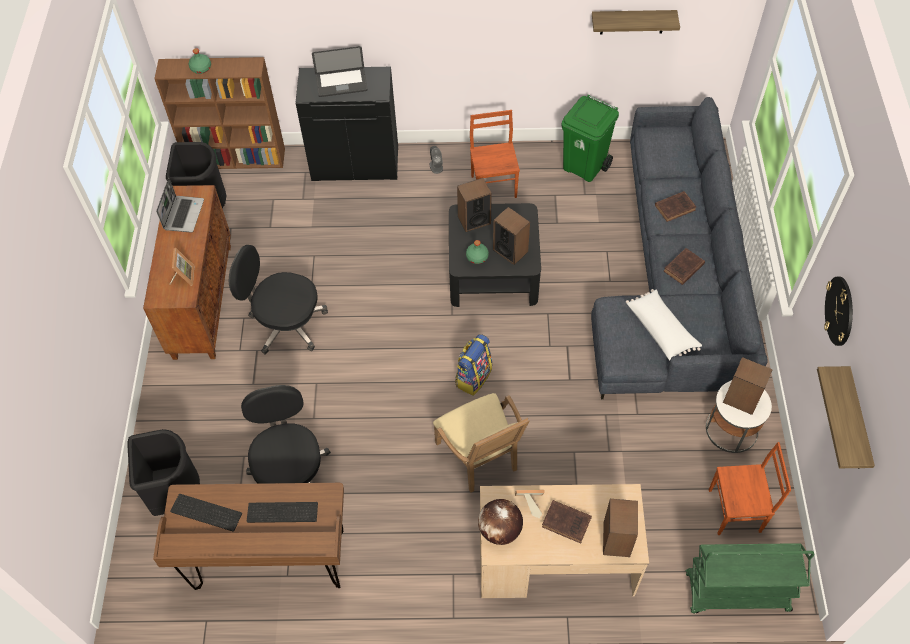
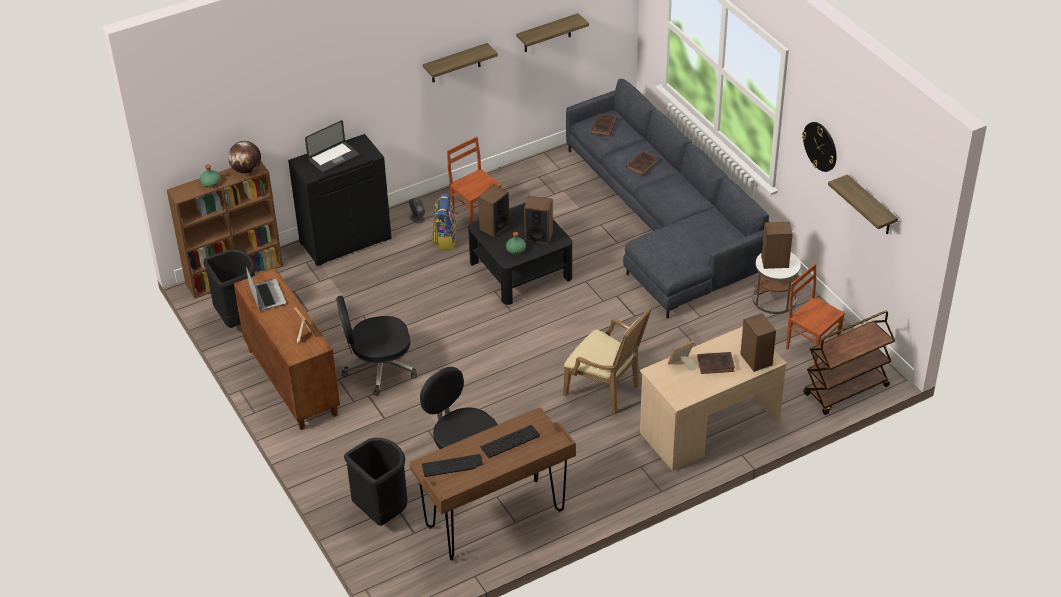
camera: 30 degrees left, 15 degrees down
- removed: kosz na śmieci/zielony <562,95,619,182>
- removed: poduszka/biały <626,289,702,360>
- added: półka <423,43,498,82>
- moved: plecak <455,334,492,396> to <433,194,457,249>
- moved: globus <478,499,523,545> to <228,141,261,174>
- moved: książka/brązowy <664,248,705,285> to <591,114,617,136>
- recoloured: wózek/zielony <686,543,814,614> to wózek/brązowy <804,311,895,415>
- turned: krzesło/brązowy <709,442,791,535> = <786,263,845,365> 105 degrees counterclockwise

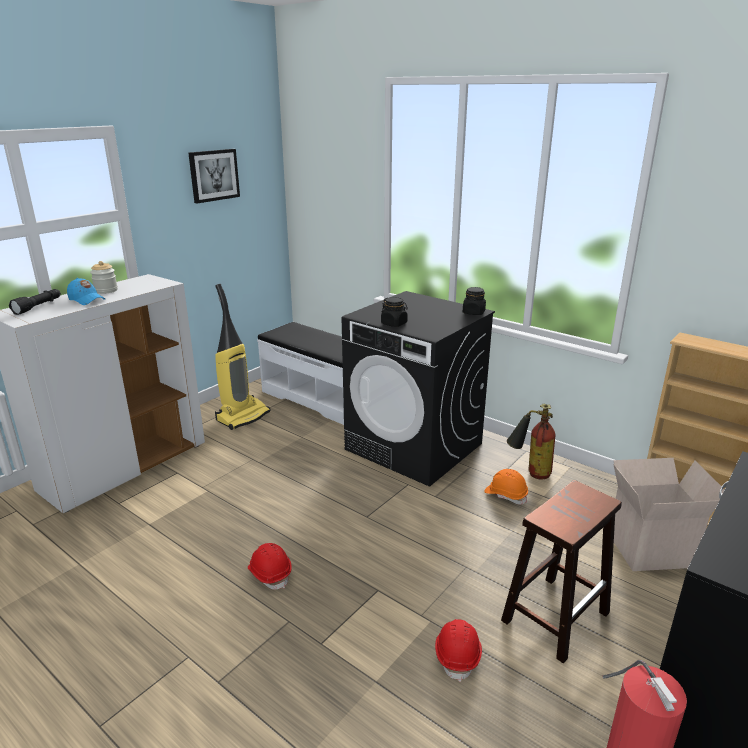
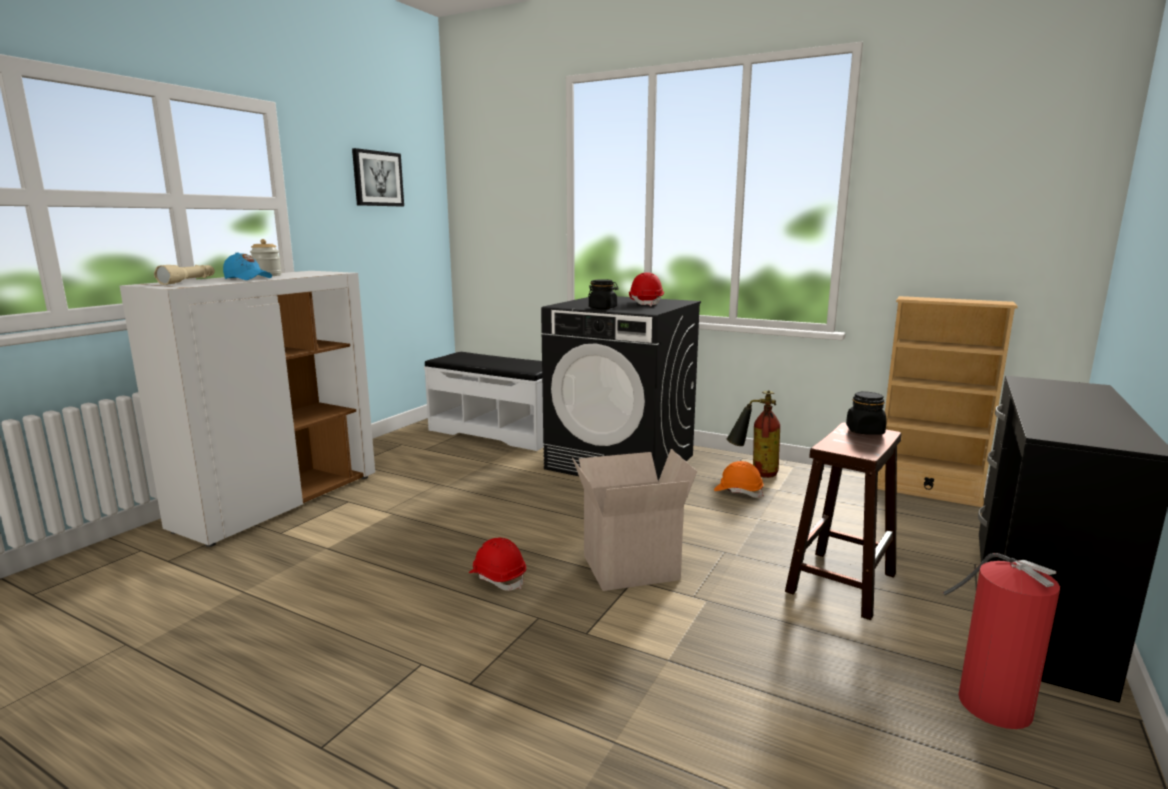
camera: 10 degrees left, 10 degrees down
- removed: odkurzacz <215,284,271,430>
- moved: kask/czerwony <435,619,482,682> to <629,272,664,306>
- moved: słoik/czarny <463,287,486,315> to <846,392,887,435>
- moved: karton <613,458,725,571> to <572,449,697,591>
- recoloured: latarka/czarny <9,289,61,315> to latarka/beżowy <154,265,215,285>

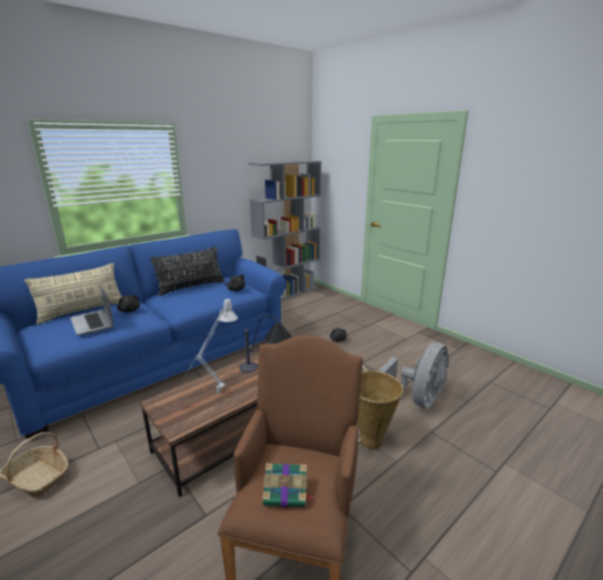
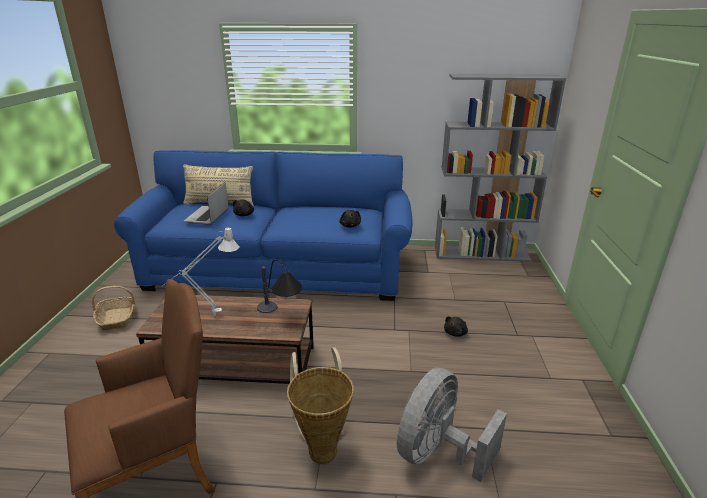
camera: 45 degrees right, 5 degrees up
- removed: poduszka/czarny <150,246,225,296>
- removed: książka <263,463,314,507>
- turned: wentylator/szary <378,342,449,408> = <397,368,507,482> 135 degrees clockwise

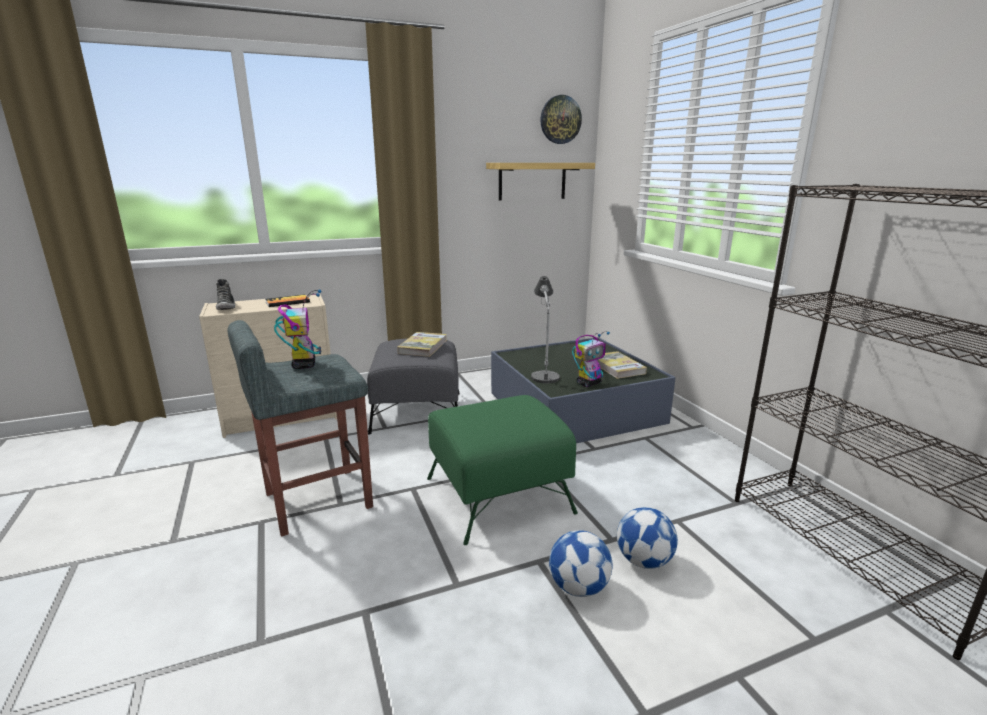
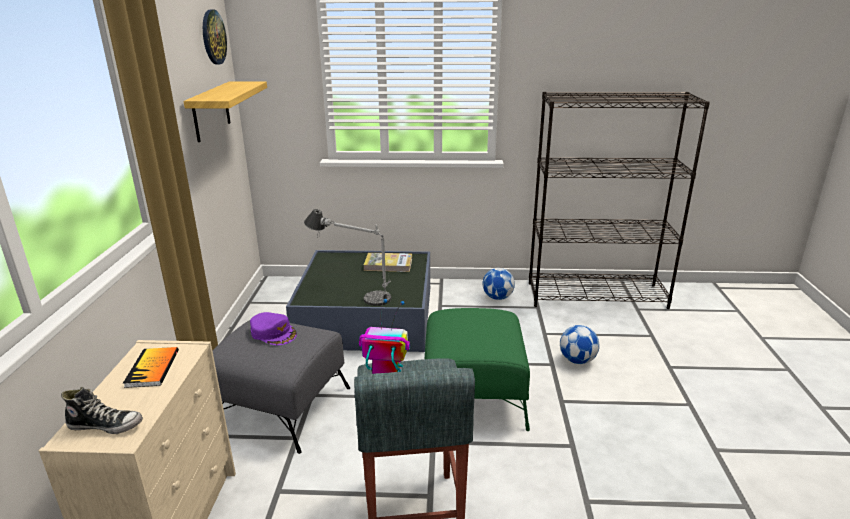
camera: 65 degrees left, 5 degrees up
- removed: robot zabawkowy <572,331,610,387>
- moved: piłka futbolowa <549,530,612,597> to <483,268,515,300>
- replaced: książka <397,332,447,357> to czapka z daszkiem/fioletowy <250,312,297,345>

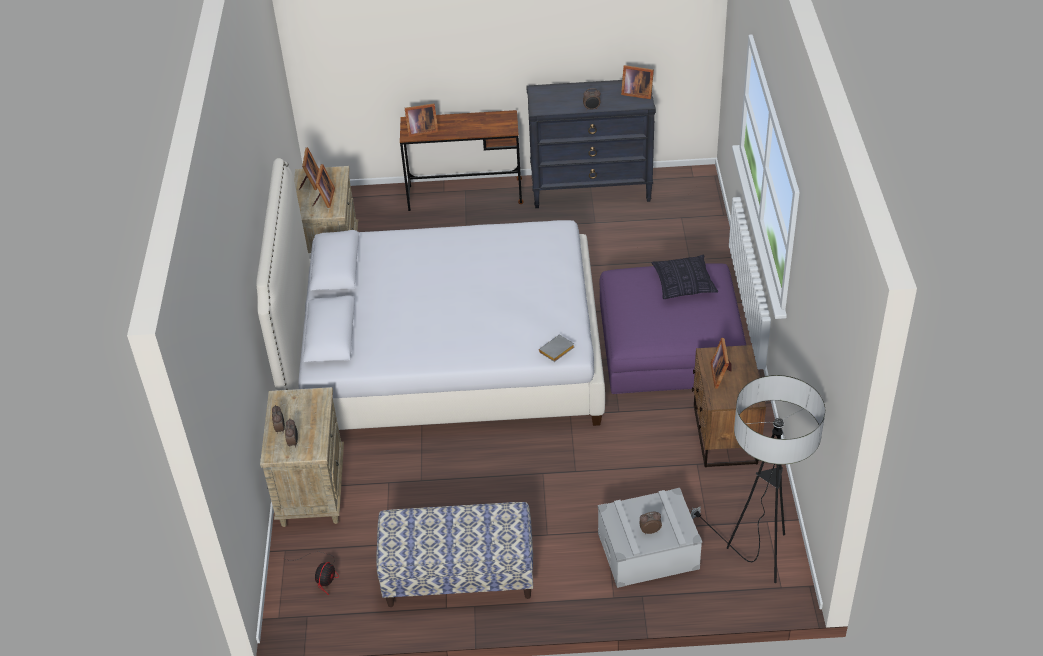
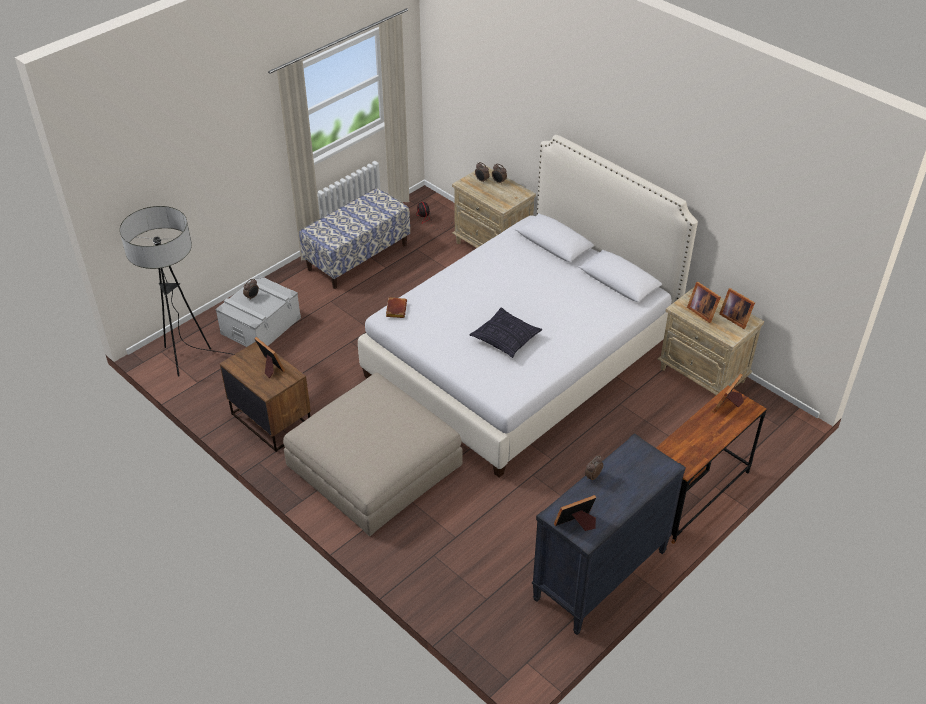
camera: 135 degrees right, 0 degrees up
- moved: poduszka <651,255,718,299> to <470,307,542,358>
- recoloured: książka/szary <539,335,575,362> to książka/brązowy <386,297,407,318>
- recoloured: pufa/fioletowy <599,263,746,394> to pufa/beżowy <283,372,462,536>

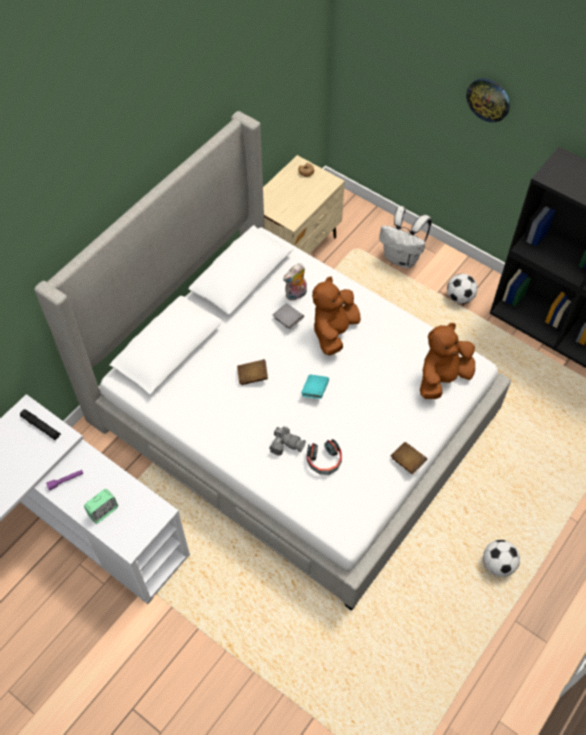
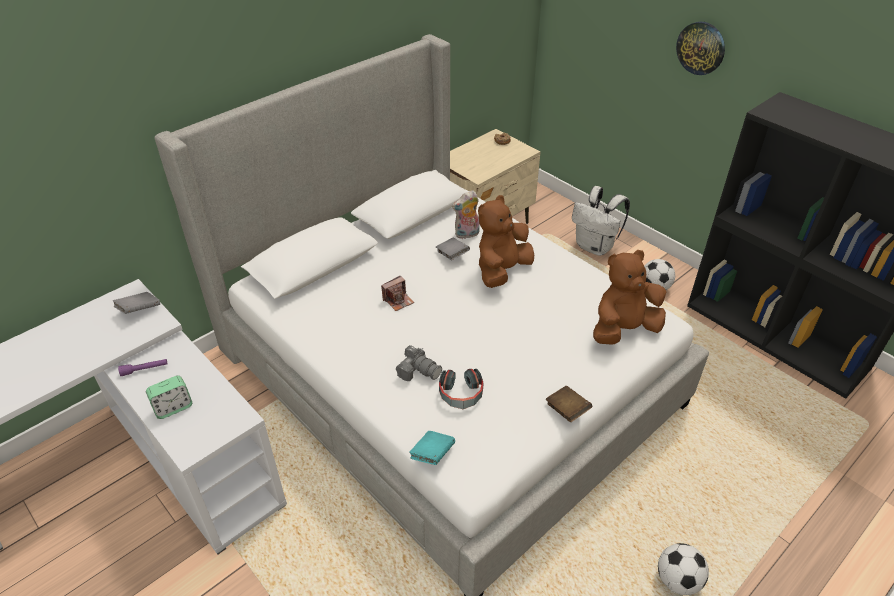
camera: 10 degrees right, 15 degrees down
- moved: książka/turkusowy <301,375,329,399> to <409,431,455,465>
- replaced: latarka/czarny <20,409,61,441> to książka/szary <113,292,160,314>
- replaced: książka/brązowy <237,359,268,385> to aparat fotograficzny <381,276,414,311>

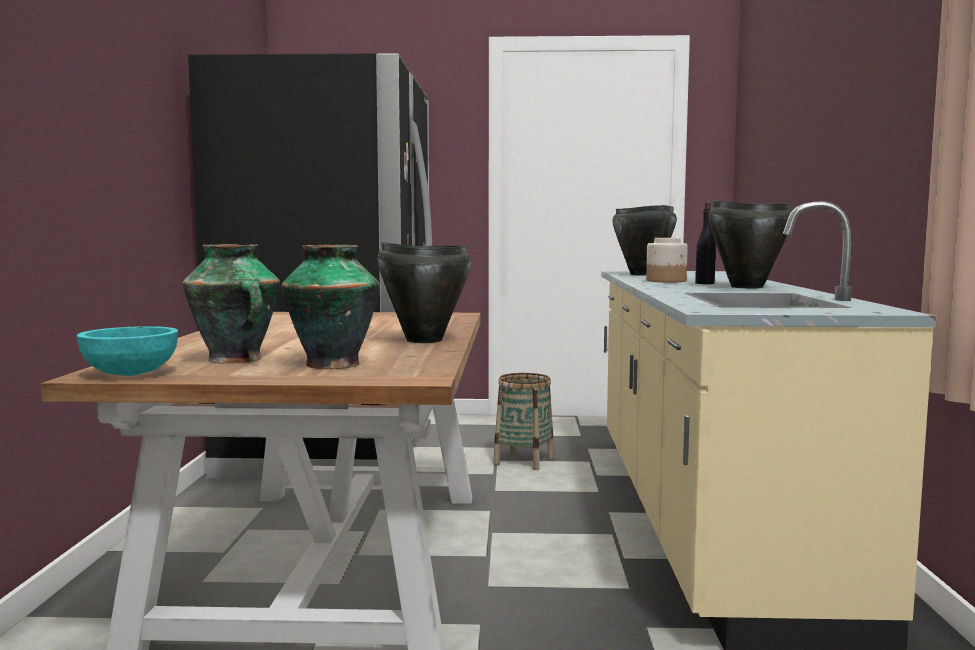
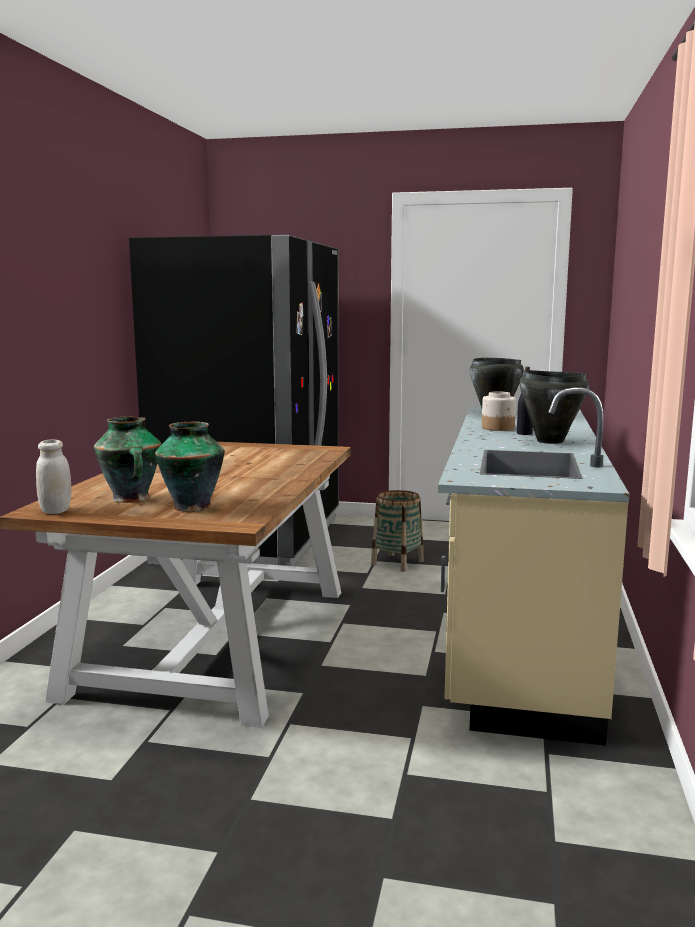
camera: 10 degrees right, 5 degrees up
- removed: garnek/czarny <377,242,471,343>
- replaced: miska/turkusowy <76,326,178,376> to słoik/biały <36,440,71,514>

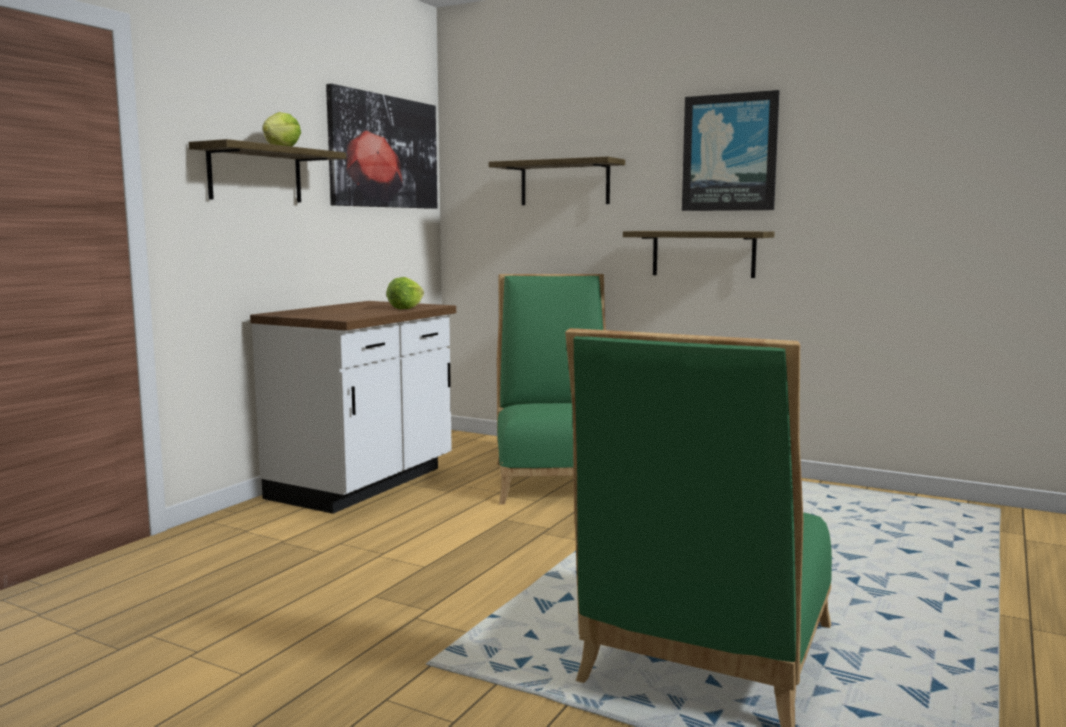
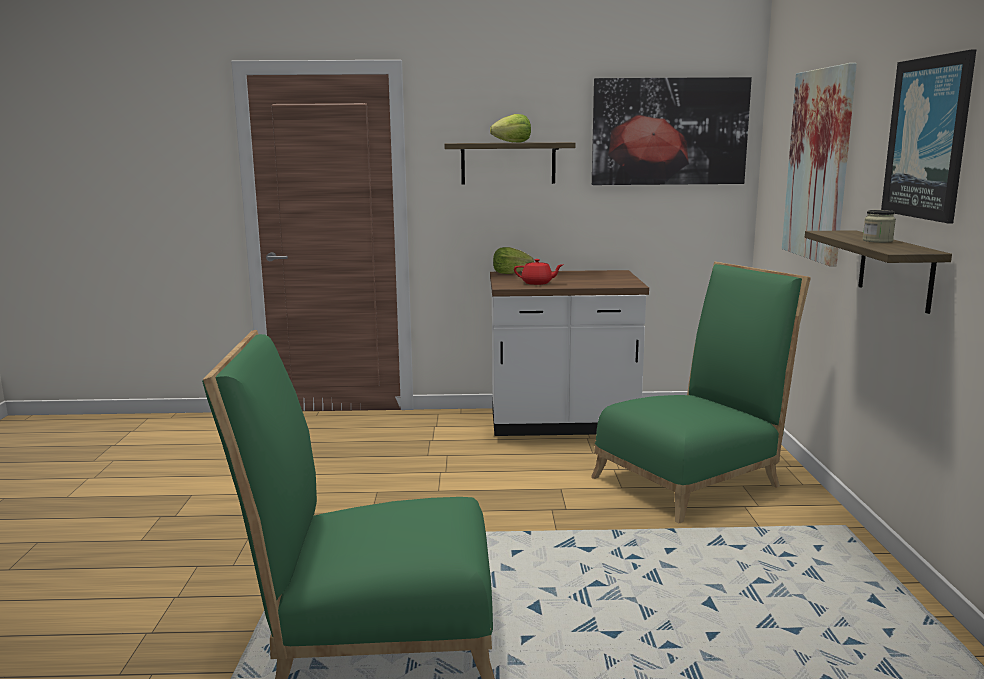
camera: 60 degrees right, 5 degrees up
- added: imbryk/czerwony <514,259,563,285>
- added: słoik <863,210,896,243>
- moved: sałata <386,277,424,309> to <493,247,534,274>
- replaced: półka <489,157,625,205> to obraz <782,63,857,267>

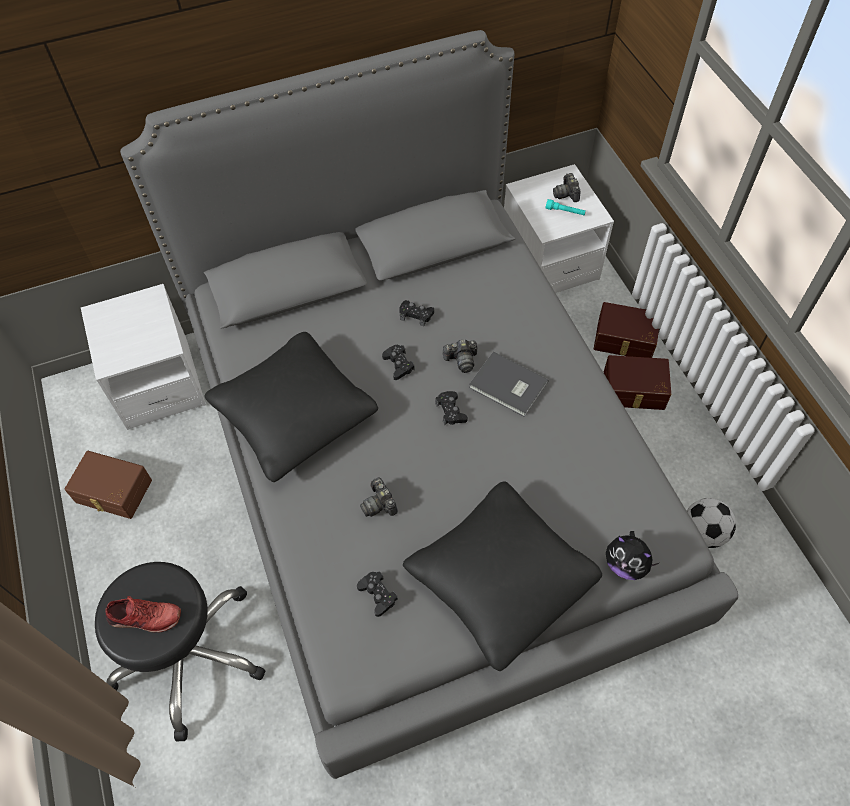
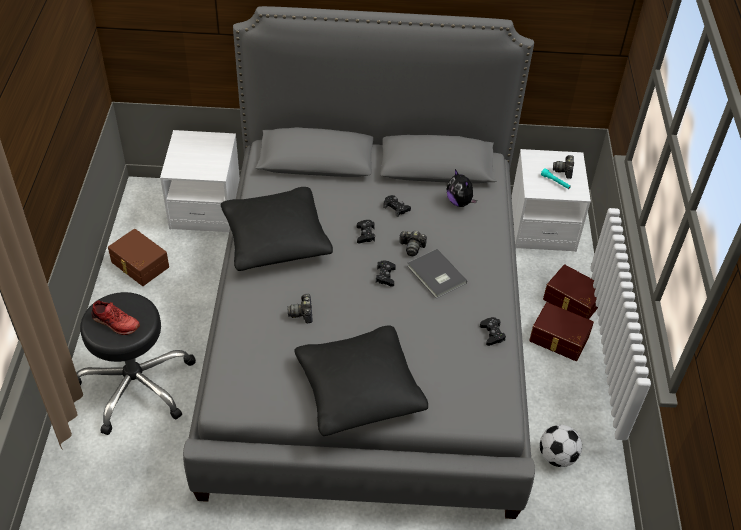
camera: 20 degrees right, 10 degrees down
- moved: pad do gier/czarny <357,572,398,617> to <480,317,506,346>
- moved: pluszak <606,531,659,580> to <447,169,477,207>

